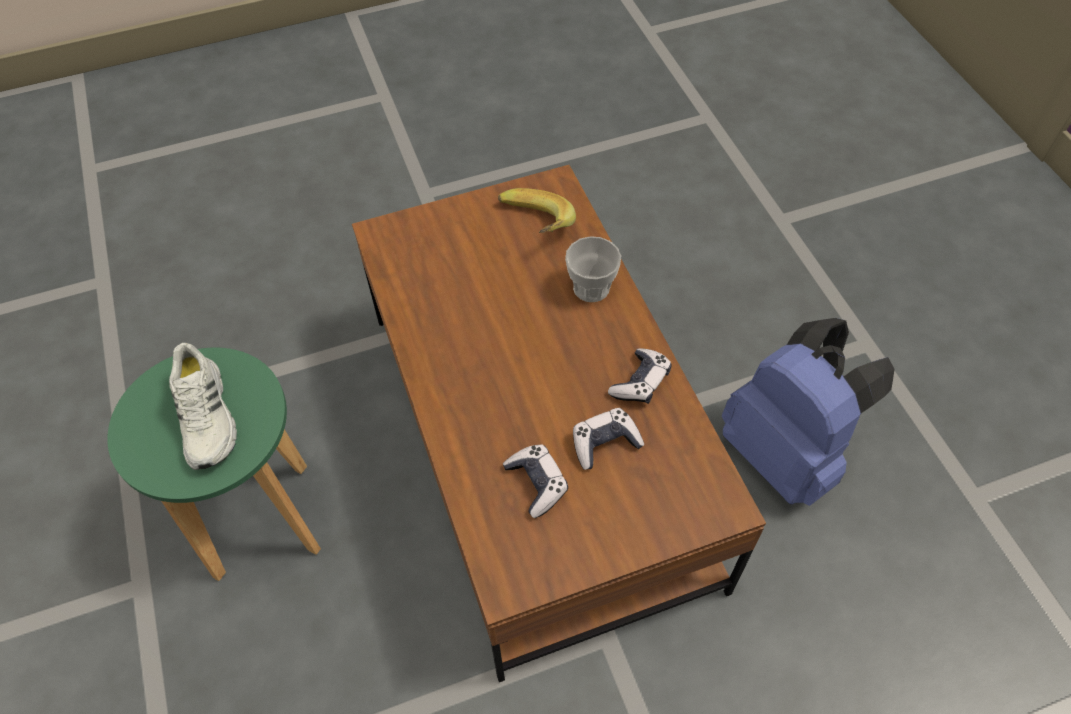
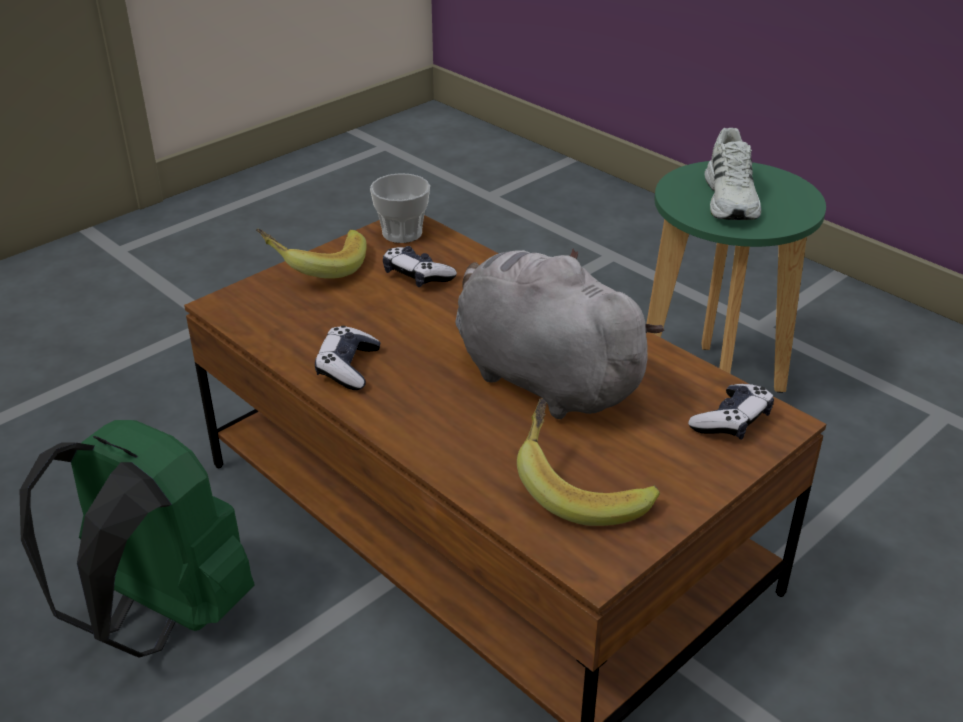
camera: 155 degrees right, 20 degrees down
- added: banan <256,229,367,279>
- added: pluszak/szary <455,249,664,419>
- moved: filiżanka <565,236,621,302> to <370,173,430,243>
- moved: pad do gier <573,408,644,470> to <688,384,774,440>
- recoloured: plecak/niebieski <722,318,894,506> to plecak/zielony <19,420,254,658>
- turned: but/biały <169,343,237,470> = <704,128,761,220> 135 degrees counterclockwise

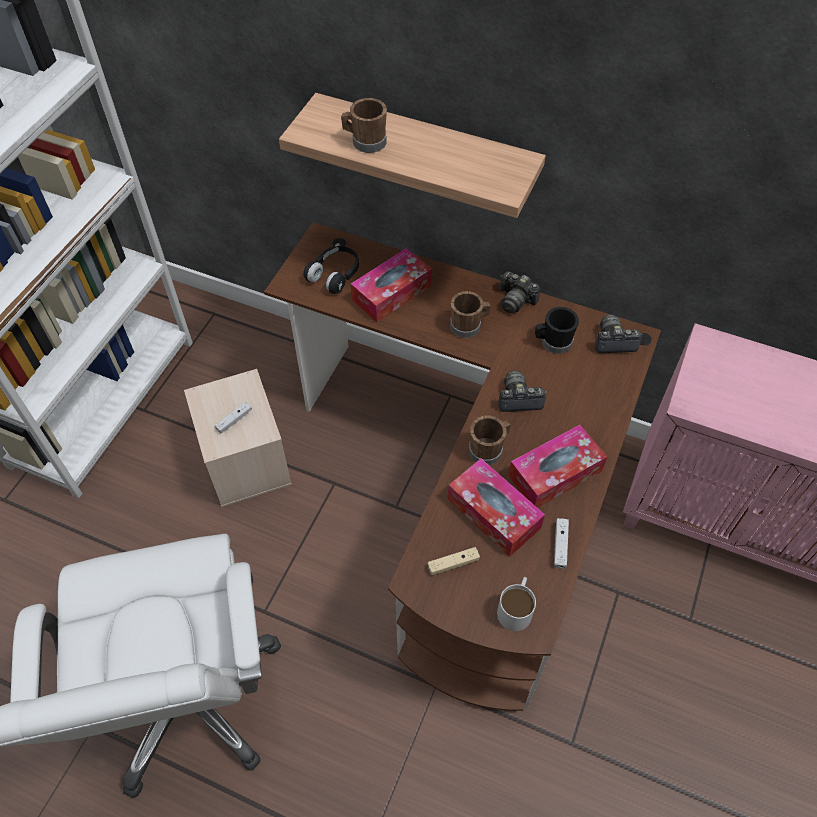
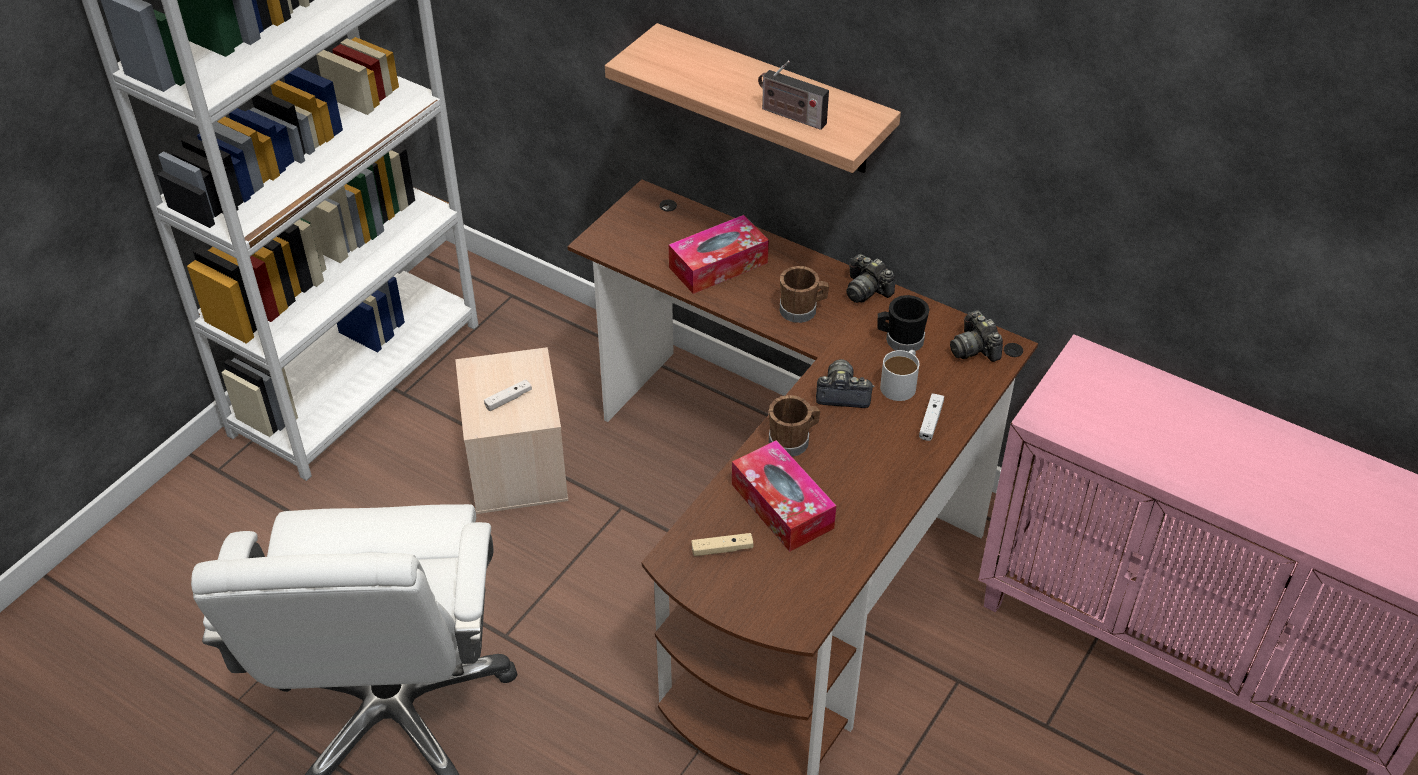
camera: 10 degrees right, 10 degrees down
- removed: słuchawki/czarny <303,246,359,294>
- removed: kubek/brązowy <341,98,387,153>
- removed: pudełko chusteczek <508,425,607,508>
- added: radio <758,60,829,130>
- moved: kubek/biały <497,577,536,631> to <880,350,919,401>
- moved: pad do gier/biały <554,518,569,569> to <919,393,944,441>
- turned: aparat fotograficzny <595,314,642,353> = <950,310,1003,362> 120 degrees counterclockwise

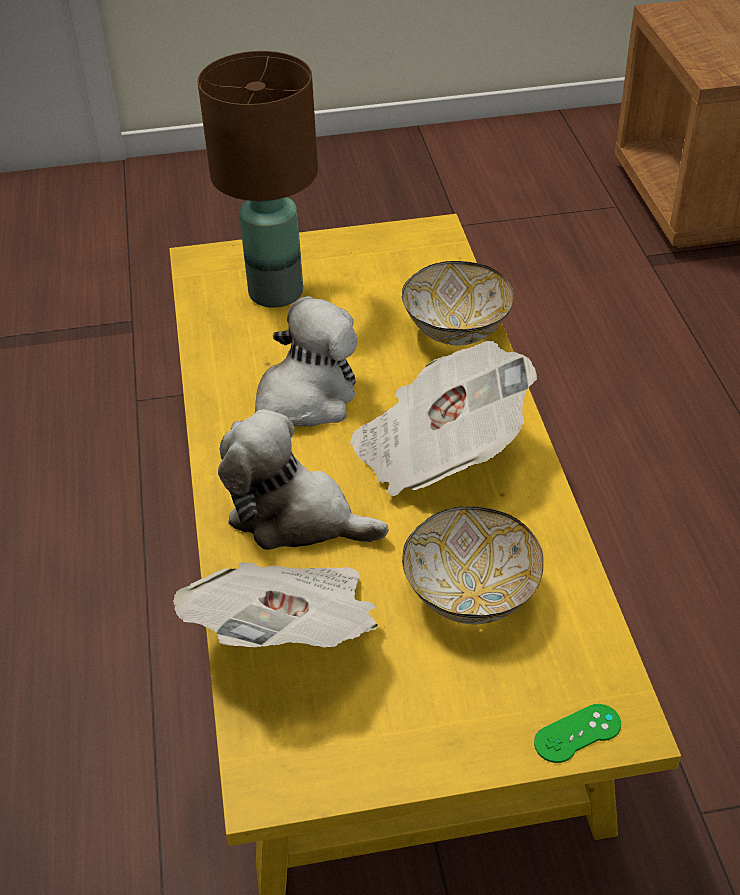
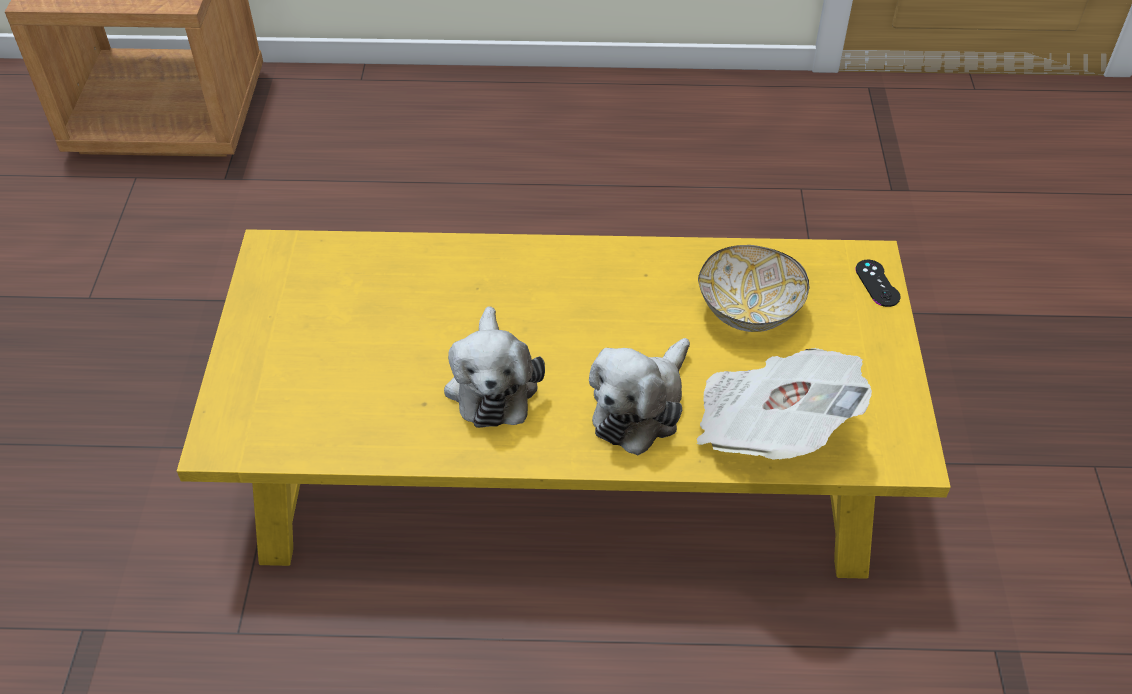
camera: 80 degrees left, 5 degrees up
- removed: lampa stołowa/brązowy <198,51,318,308>
- removed: gazeta <350,341,537,496>
- removed: miska <402,261,514,346>
- recoloured: pad do gier/zielony <534,704,621,763> to pad do gier/czarny <856,260,901,307>
- turned: pluszak <231,296,358,430> = <444,306,545,428> 150 degrees counterclockwise

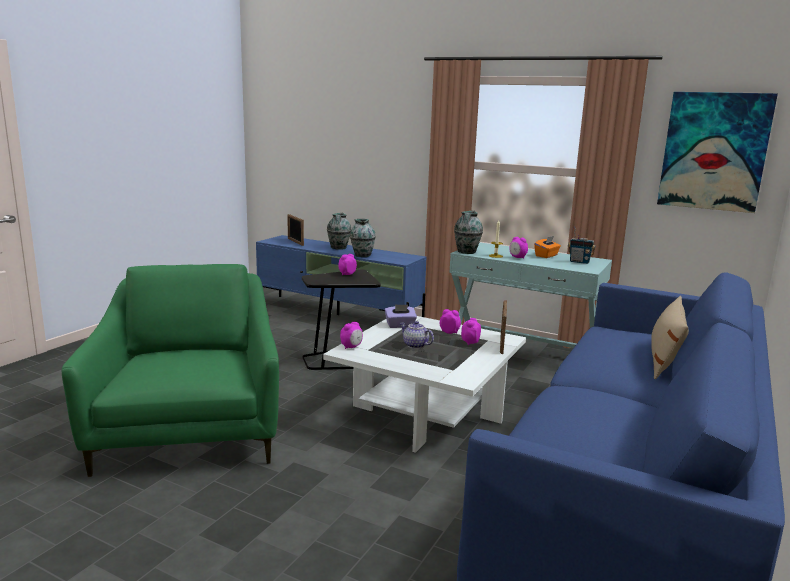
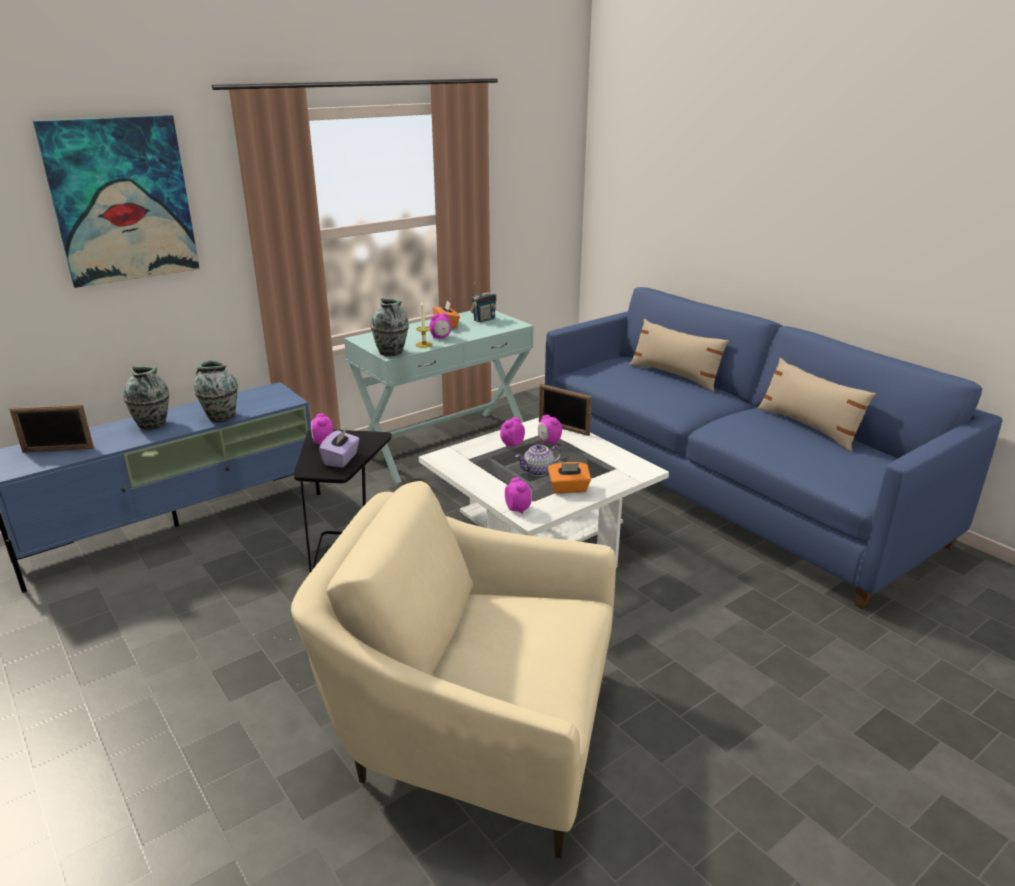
camera: 65 degrees left, 10 degrees up
- added: pudełko chusteczek/pomarańczowy <548,462,591,494>
- added: poduszka/beżowy <758,358,876,451>
- moved: pudełko chusteczek/fioletowy <385,304,417,328> to <319,428,360,468>
- moved: obraz <657,92,778,213> to <33,115,200,288>
- recoloured: fotel/zielony <62,264,279,477> to fotel/beżowy <291,481,616,859>

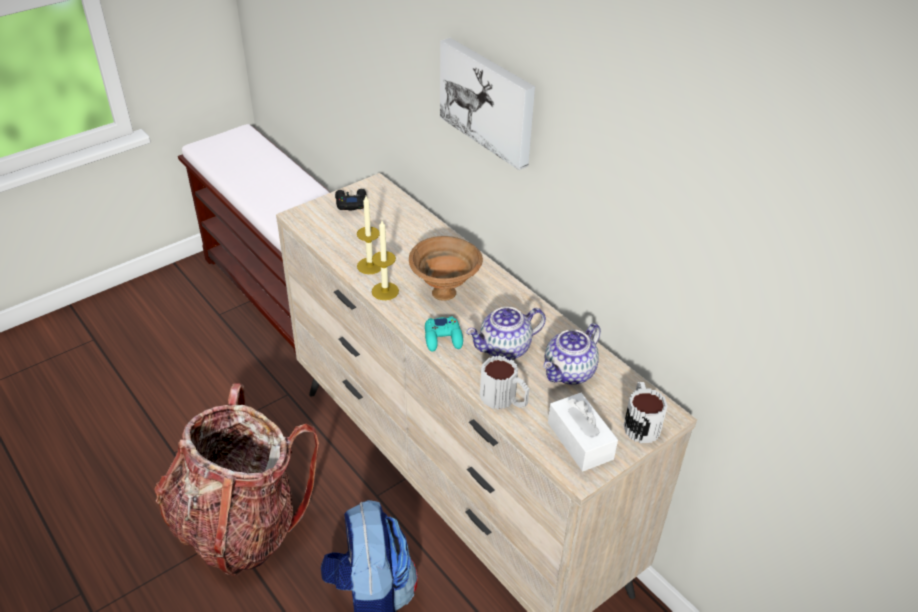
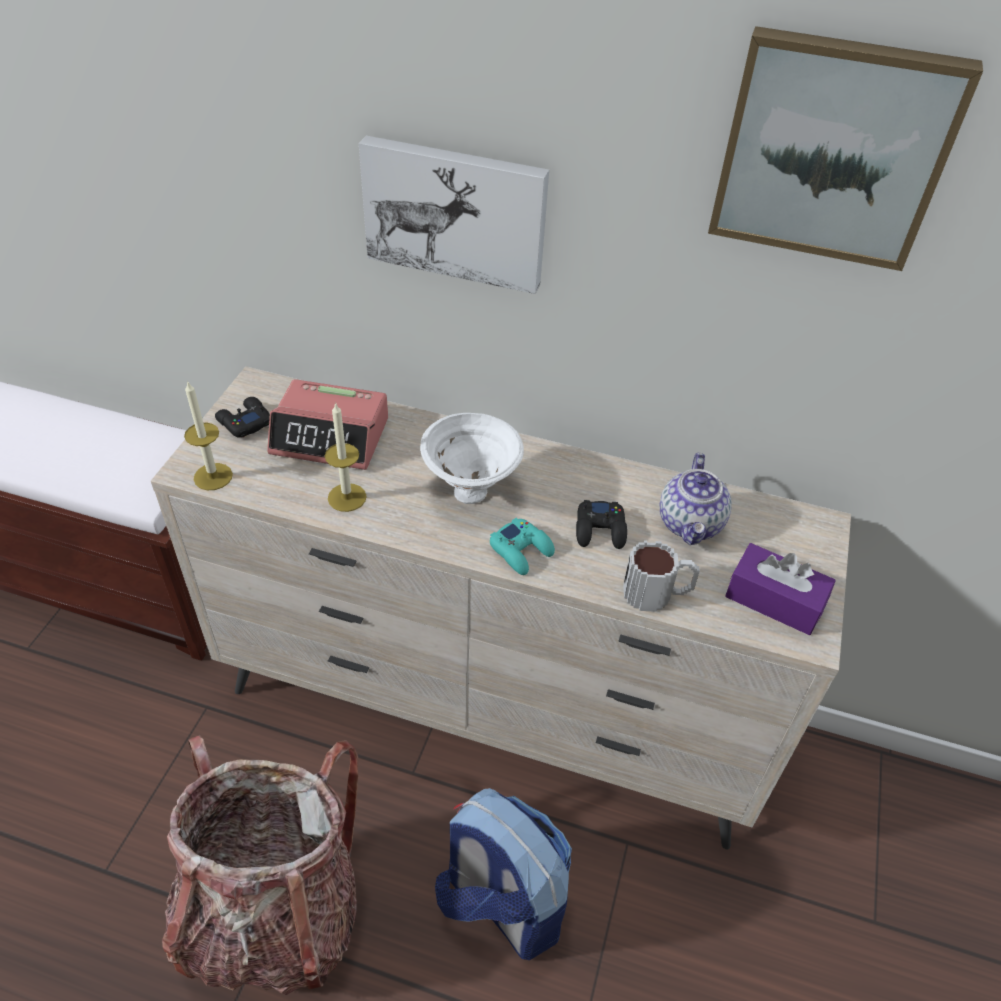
camera: 35 degrees left, 5 degrees up
- removed: kubek <624,382,668,443>
- added: budzik <267,379,388,470>
- added: obraz <708,26,983,271>
- moved: świeca <372,220,399,300> to <184,380,233,490>
- replaced: imbryk <466,307,546,360> to pad do gier/czarny <576,500,627,549>
- recoloured: miska/brązowy <409,236,483,301> to miska/biały <420,413,524,504>
- recoloured: pudełko chusteczek/biały <548,393,618,471> to pudełko chusteczek/fioletowy <725,543,836,635>

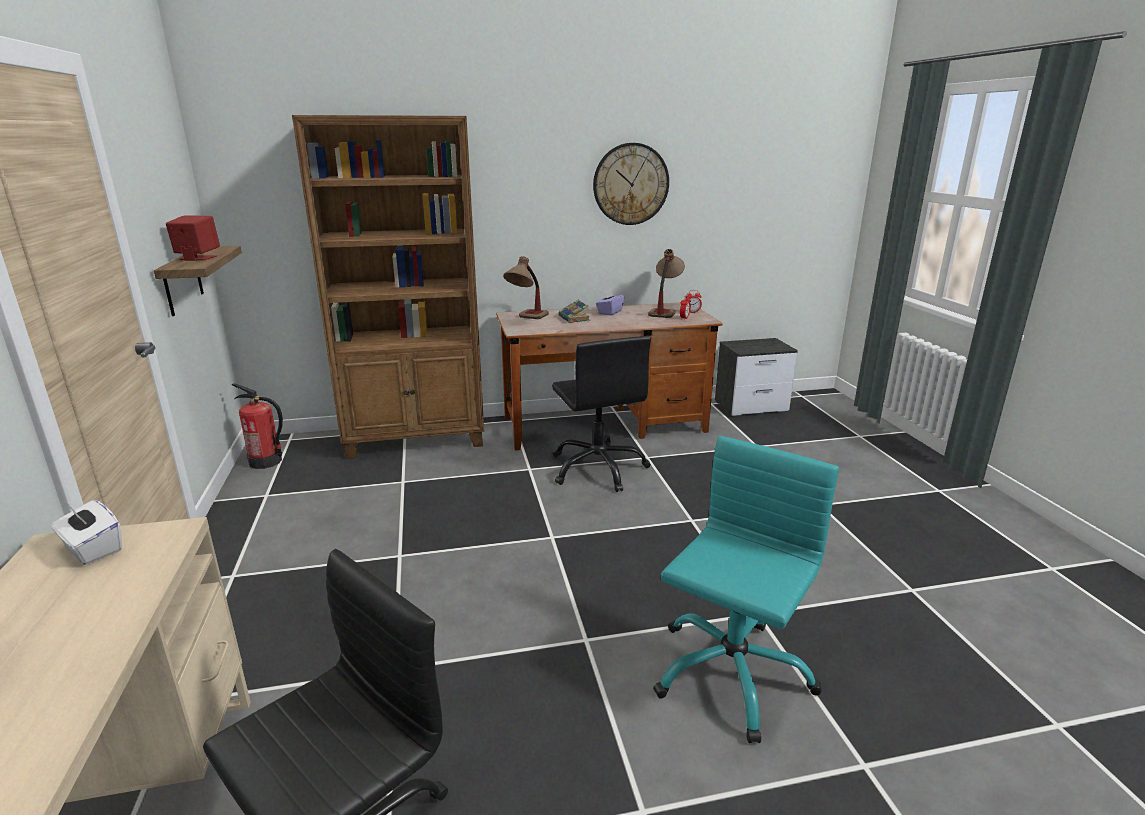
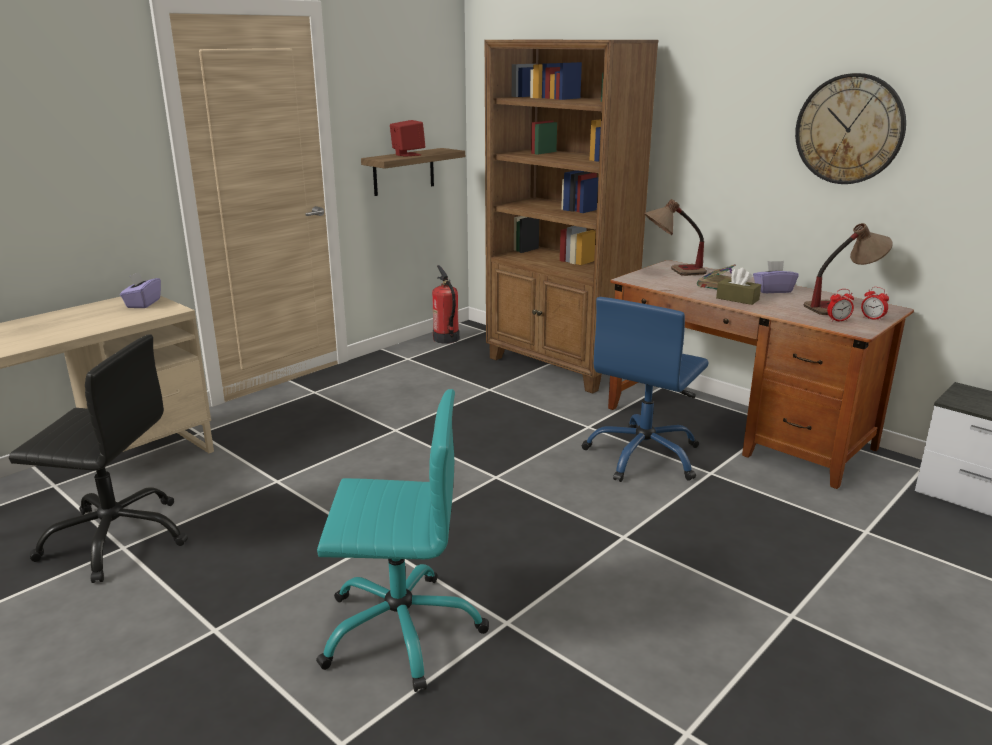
camera: 55 degrees right, 0 degrees up
- added: pudełko chusteczek/brązowy <716,268,761,305>
- recoloured: pudełko chusteczek/biały <51,500,122,565> to pudełko chusteczek/fioletowy <120,272,161,308>
- recoloured: krzesło biurowe/czarny <552,336,651,492> to krzesło biurowe/niebieski <582,297,709,482>

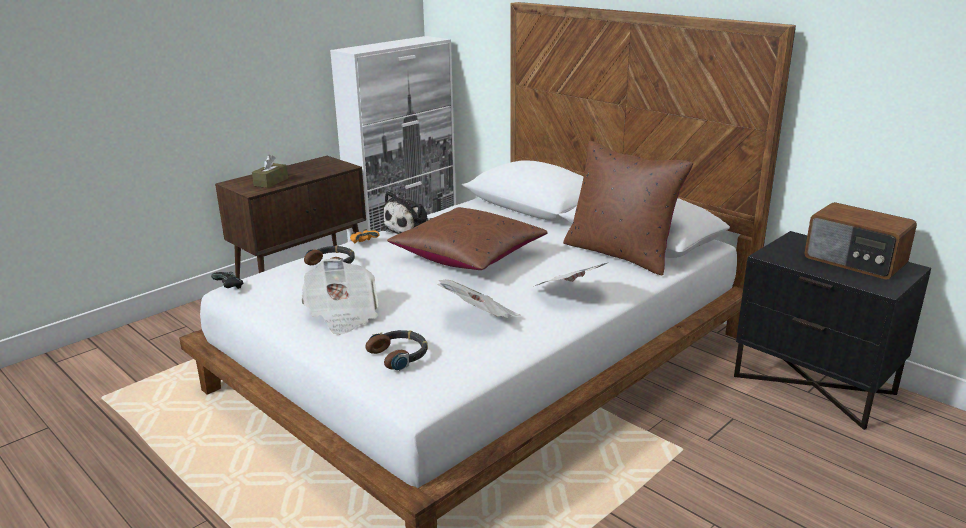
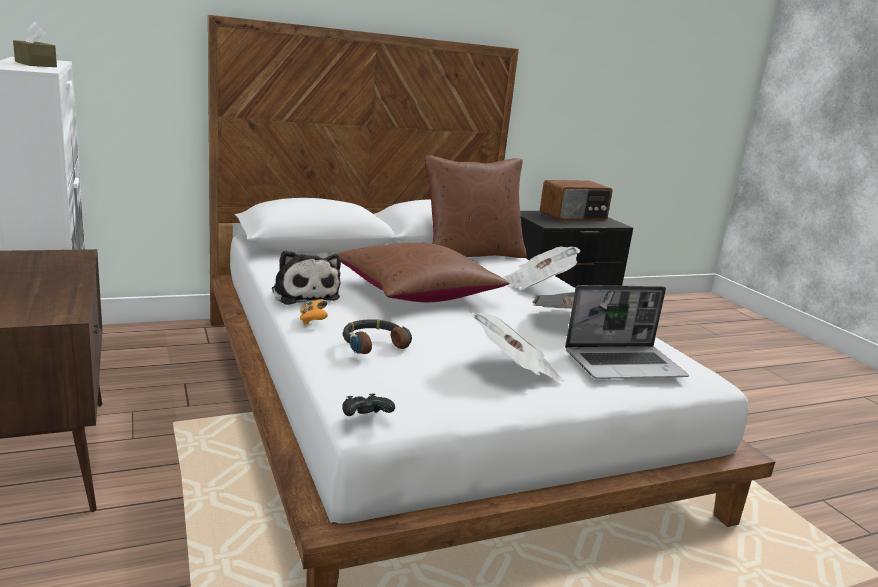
camera: 70 degrees left, 5 degrees down
- moved: pudełko chusteczek/brązowy <252,155,288,188> to <13,22,57,67>
- replaced: słuchawki <365,330,428,371> to laptop <565,285,689,379>

